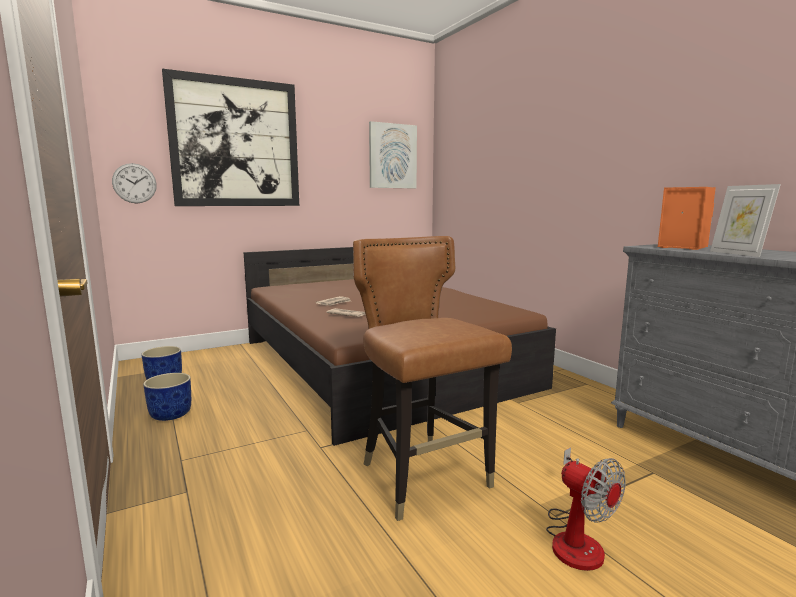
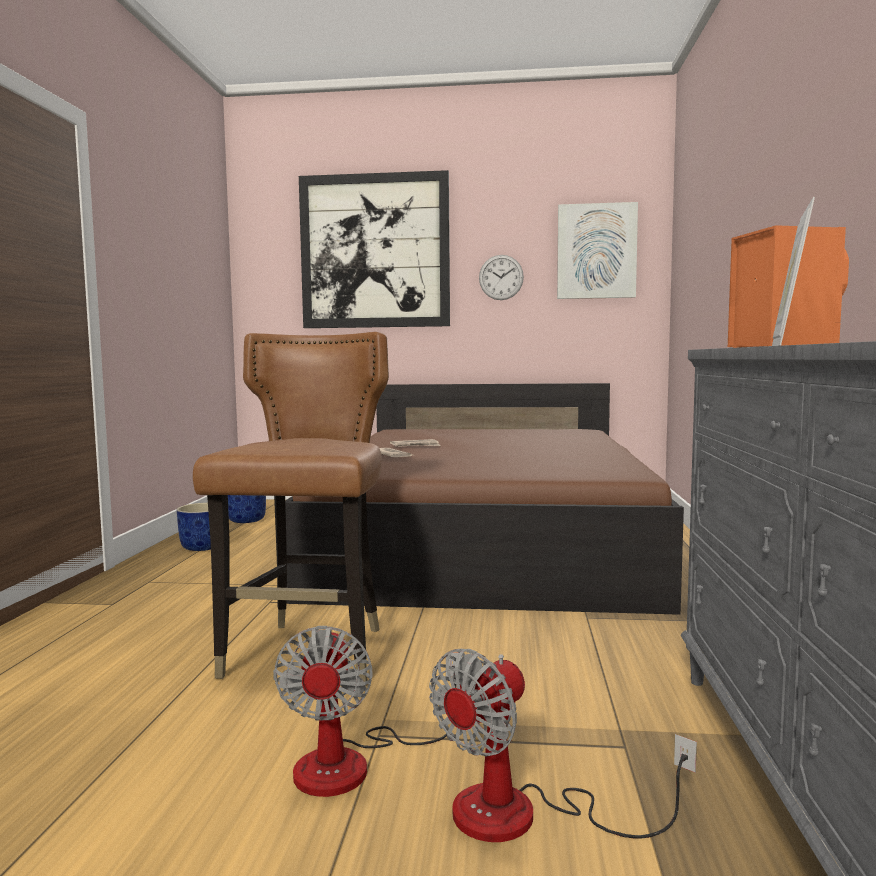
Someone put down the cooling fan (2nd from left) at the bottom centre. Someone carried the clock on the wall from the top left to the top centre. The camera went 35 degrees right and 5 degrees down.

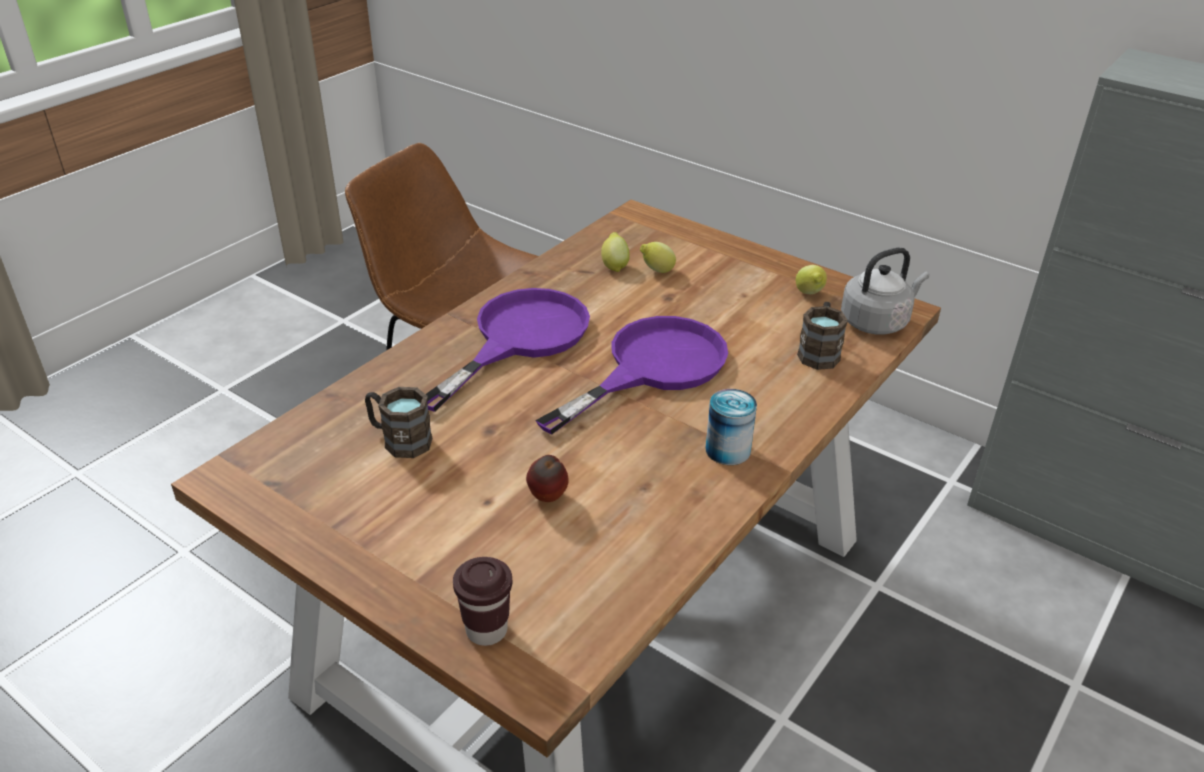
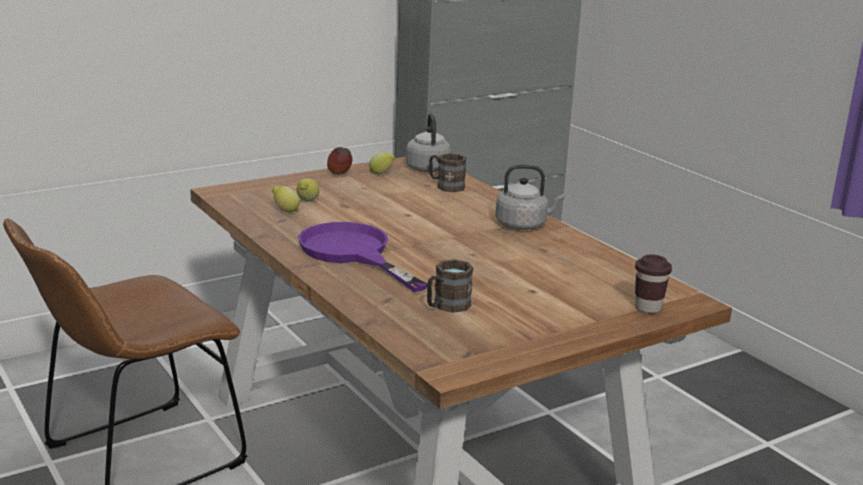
Someone carried the whole apple from the centre to the top centre. Someone swapped the metal can at the centre for the tea kettle (gray) (2nd from left) at the centre. Someone took away the skillet (purple-coloured) (2nd from left) at the centre. The camera went 70 degrees left and 15 degrees down.

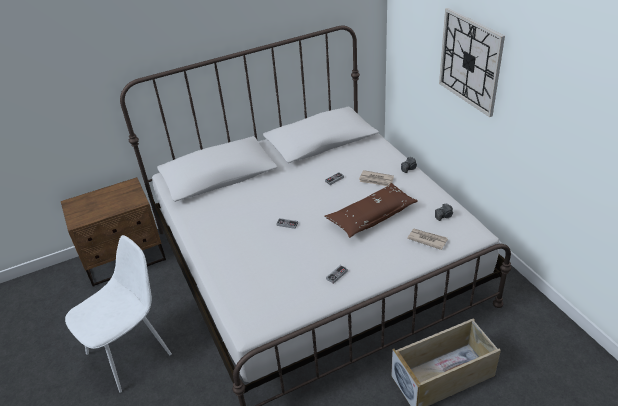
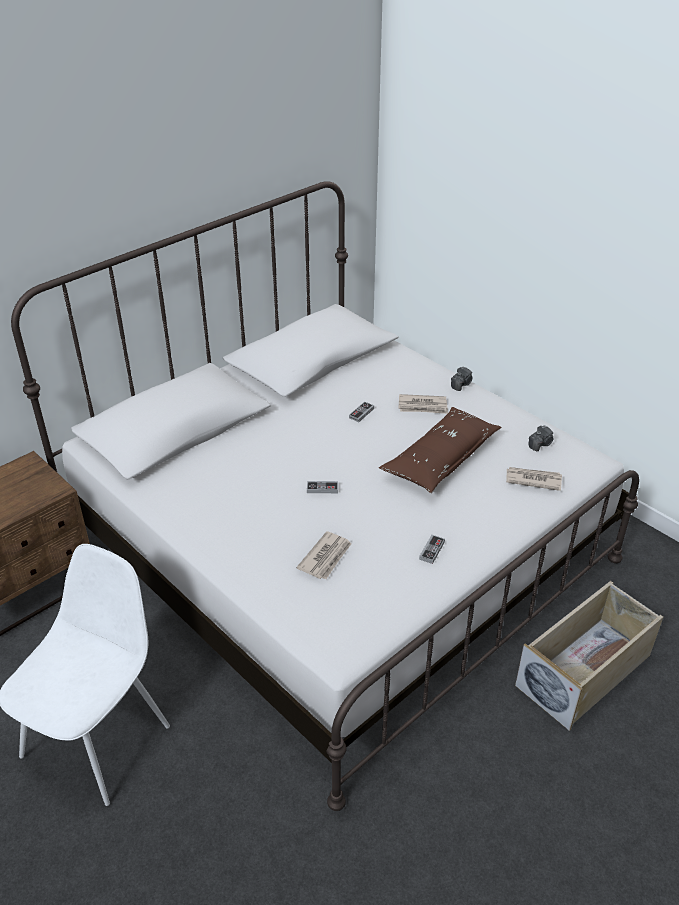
Someone put down the printed paper (1st from left) at the centre. Someone took away the clock on the wall at the top right. The camera went 20 degrees left and 0 degrees up.

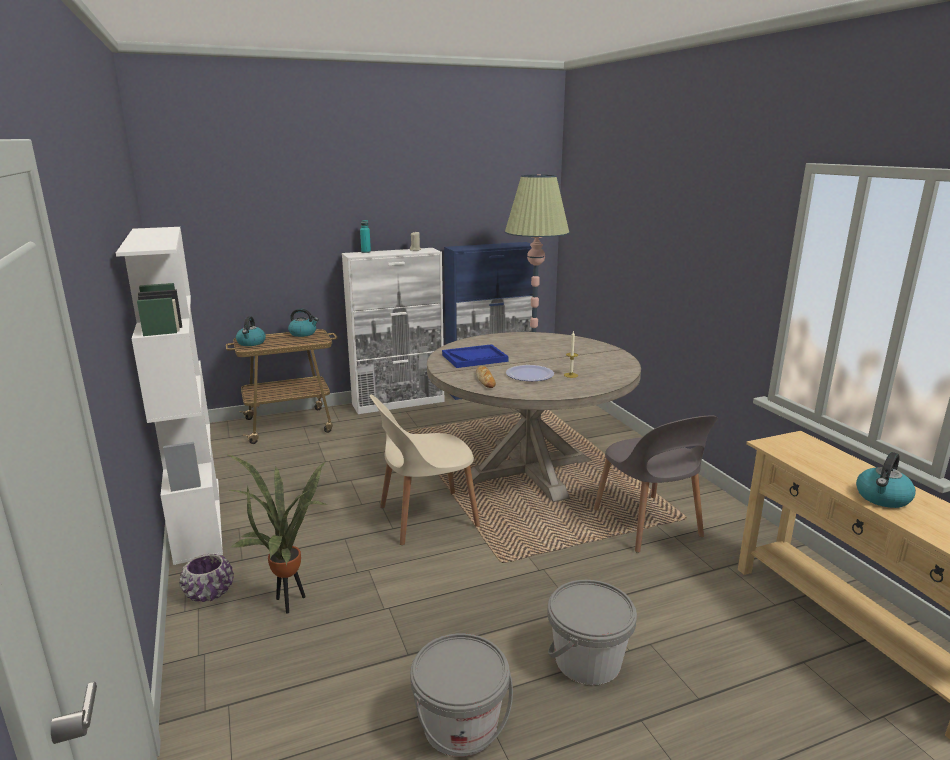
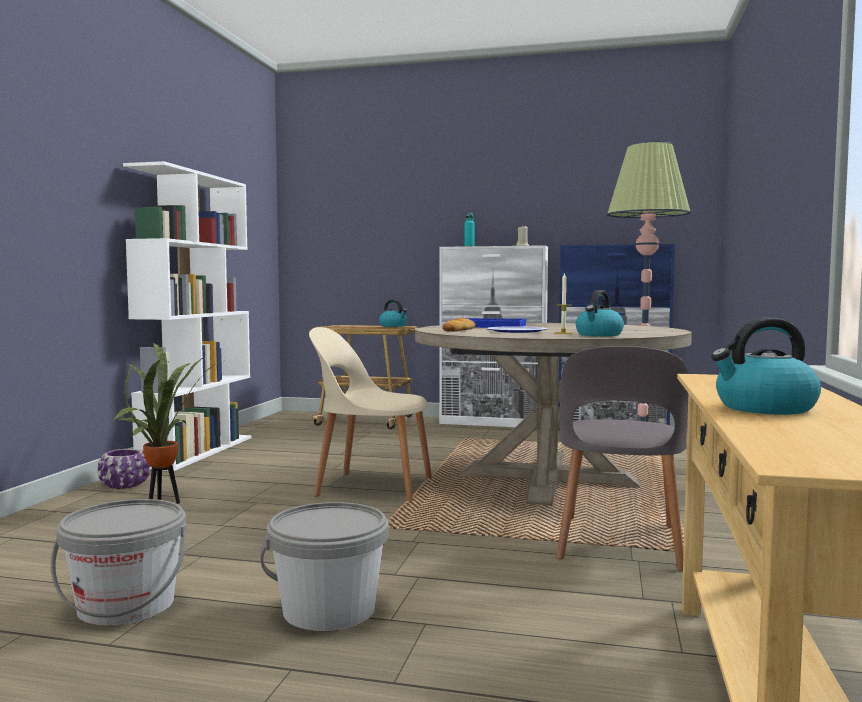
Someone carried the tea kettle (1st from left in the first image) from the middle left to the middle right. The camera went 35 degrees right and 15 degrees down.

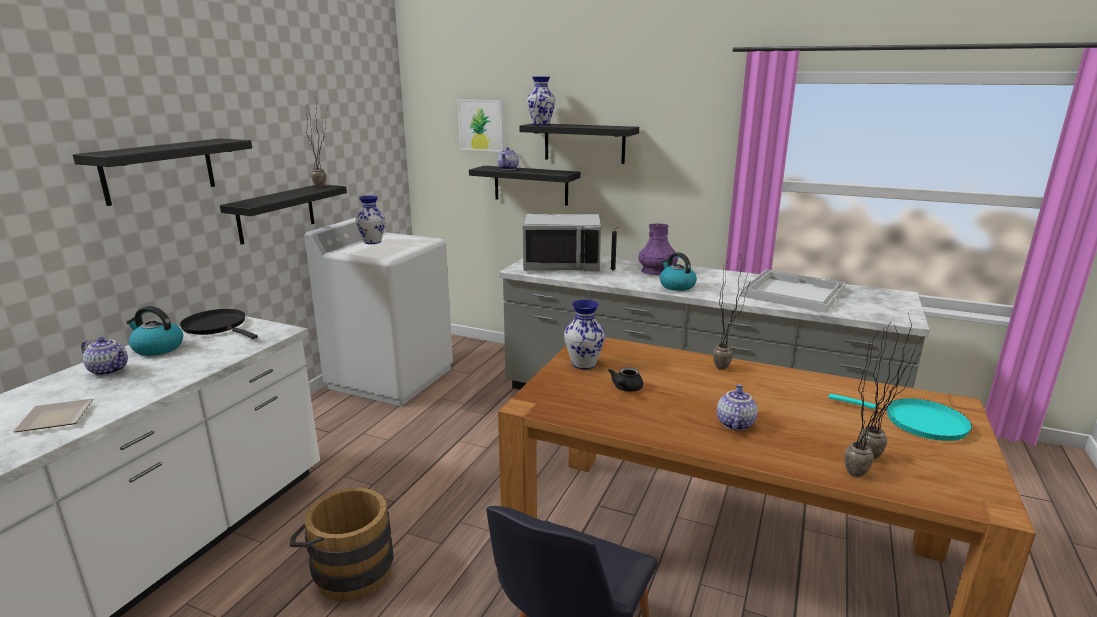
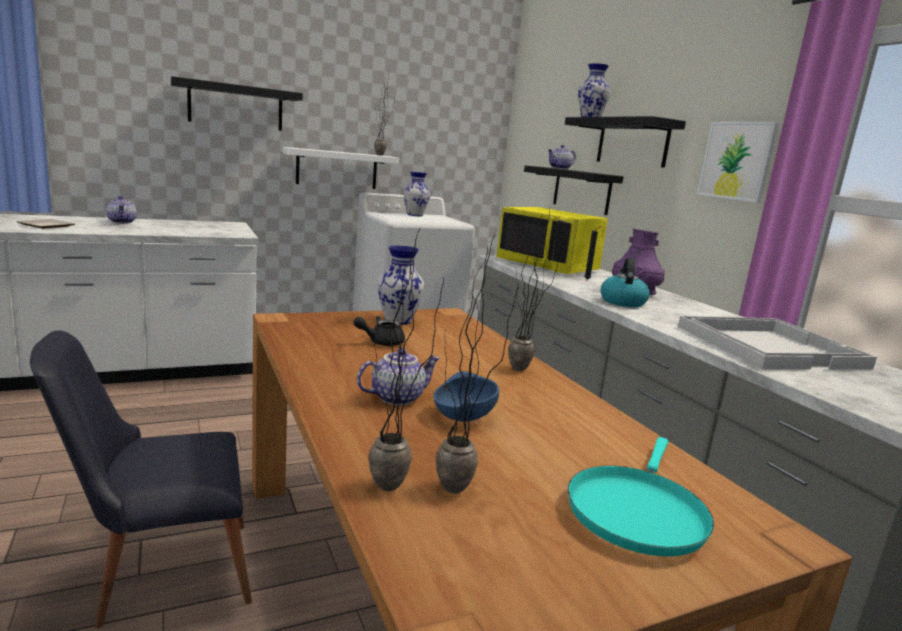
Someone repainted the shelf (blackish) (2nd from left) at the middle left, which became the shelf (white-coloured) at the top centre. Someone put down the bowl (blue) at the centre. Someone repainted the microwave (gray) at the centre, which became the microwave (yellow-coloured) at the centre. Someone rotated the skillet (blue-green) at the bottom right by 45 degrees clockwise. Someone carried the picture from the top centre to the top right. Someone took away the tea kettle (1st from left) at the middle left. Someone took away the skillet (blackish) at the middle left. Someone took away the bucket (brown-coloured) at the bottom left. The camera went 40 degrees right and 5 degrees down.

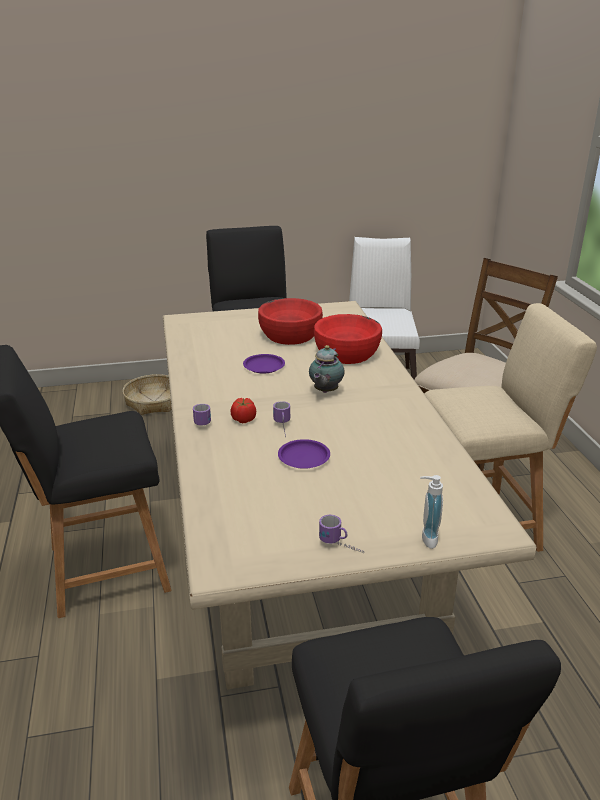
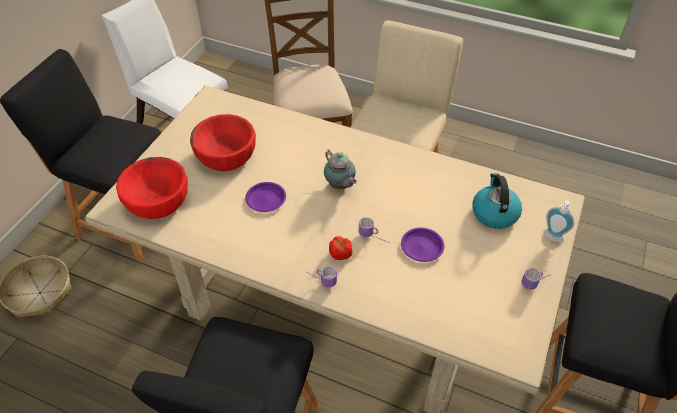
Someone carried the bowl (reddish) (2nd from left in the first image) from the centre to the middle left. Someone put down the tea kettle at the middle right. The camera went 55 degrees left and 20 degrees up.

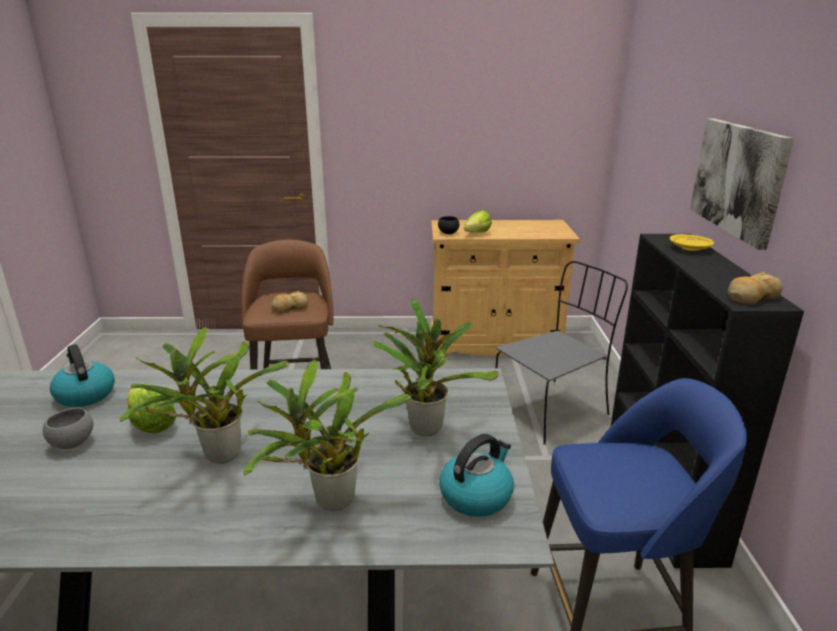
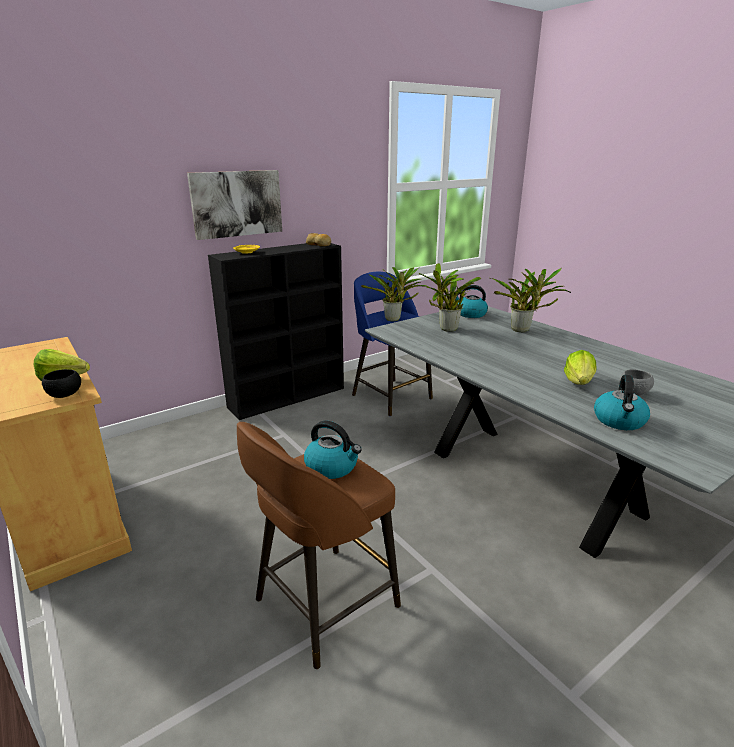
Someone swapped the bakery bread (1st from left) at the centre for the tea kettle (1st from left) at the centre. Someone carried the plant in a pot (1st from left) from the middle left to the centre. Someone took away the chair (gray) at the middle right. The camera went 125 degrees left and 0 degrees up.

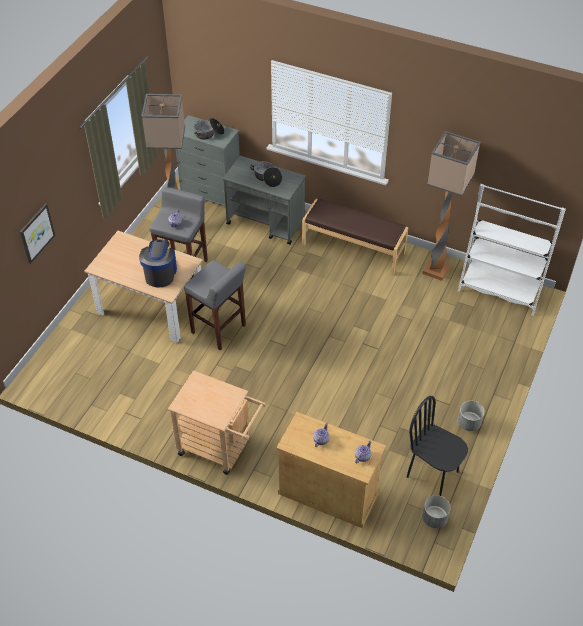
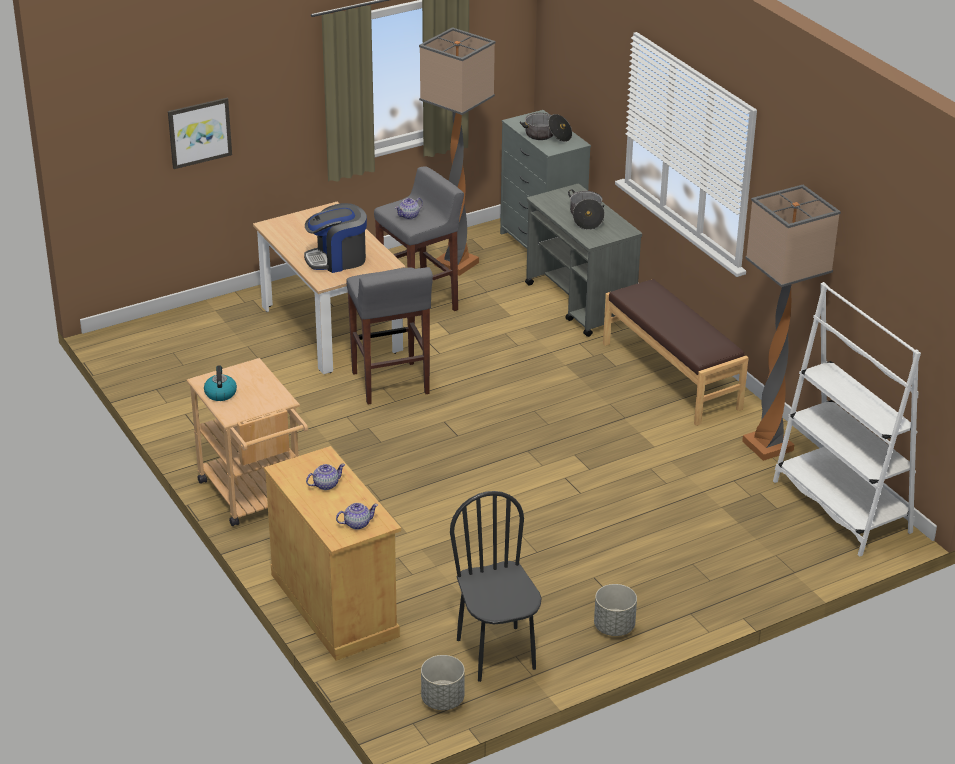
Someone put down the tea kettle at the middle left. Someone rotated the coffee maker at the middle left by 150 degrees counterclockwise. The camera went 35 degrees right and 15 degrees down.

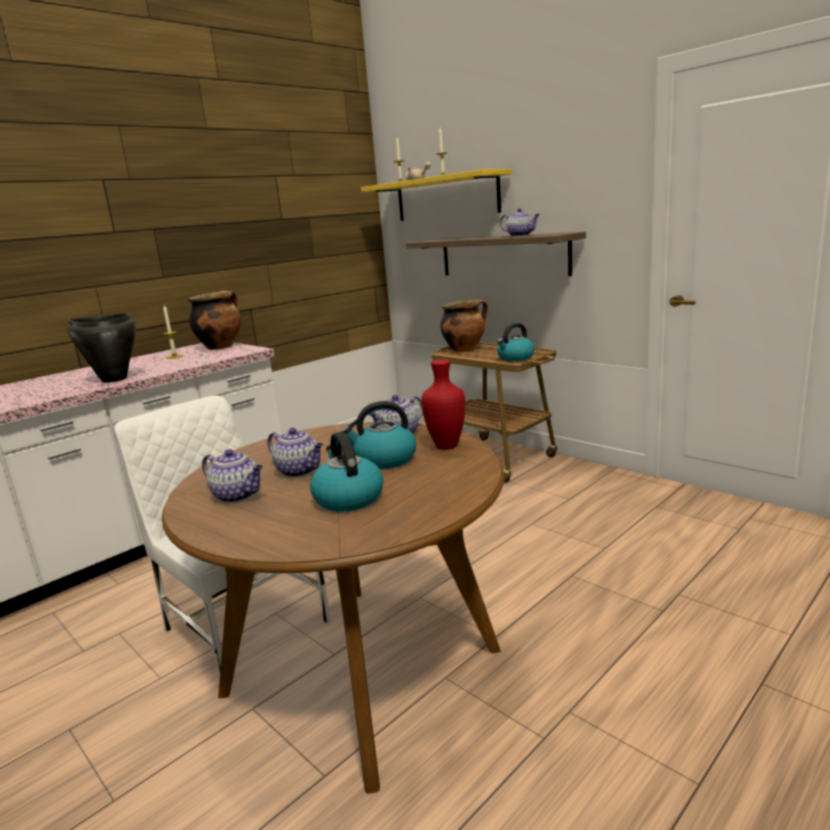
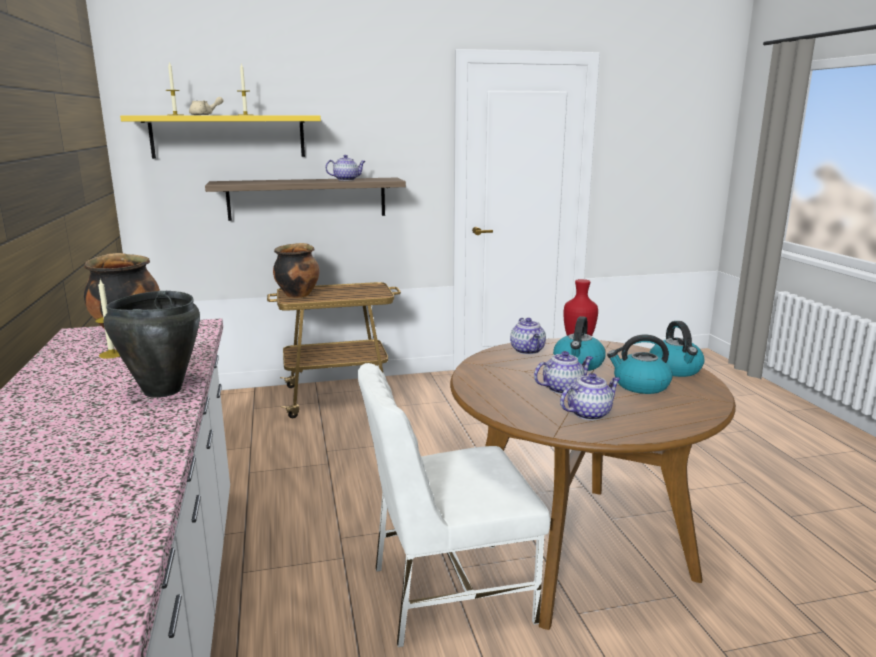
Someone carried the tea kettle (3rd from left) from the centre to the middle right. The camera went 60 degrees left and 0 degrees up.

